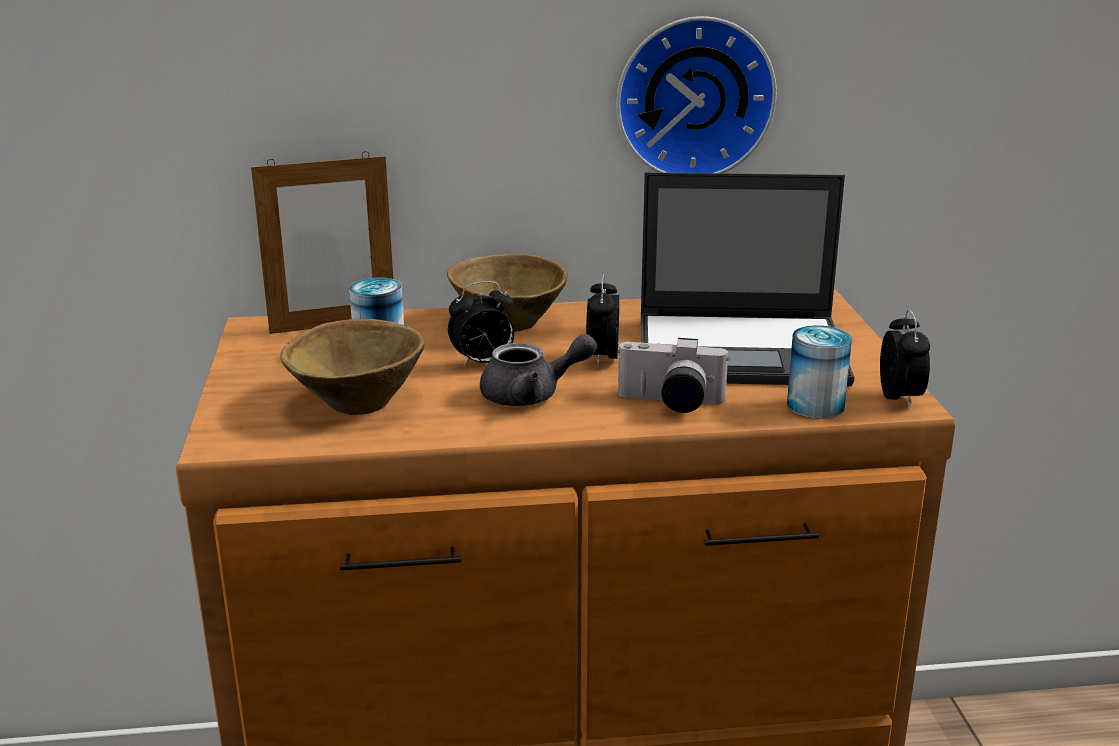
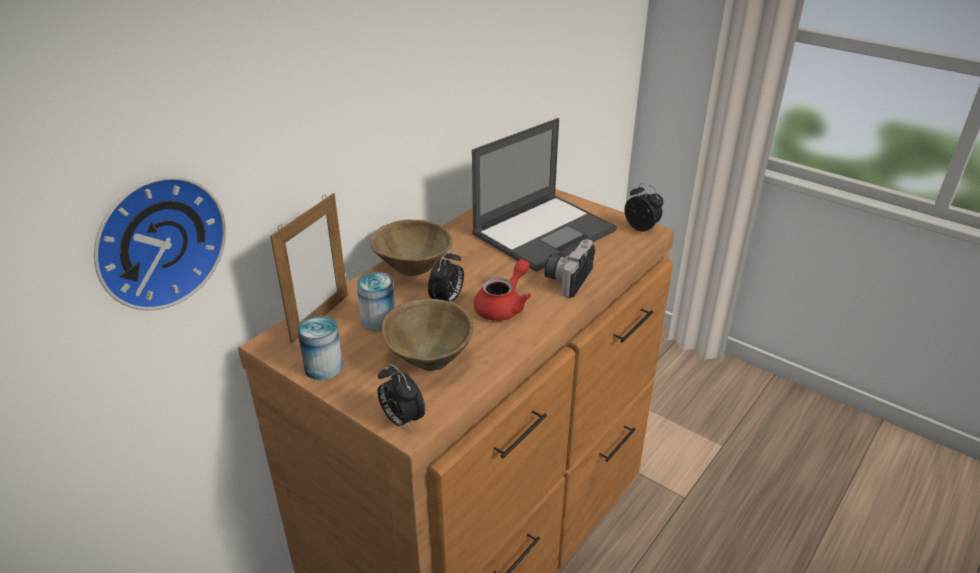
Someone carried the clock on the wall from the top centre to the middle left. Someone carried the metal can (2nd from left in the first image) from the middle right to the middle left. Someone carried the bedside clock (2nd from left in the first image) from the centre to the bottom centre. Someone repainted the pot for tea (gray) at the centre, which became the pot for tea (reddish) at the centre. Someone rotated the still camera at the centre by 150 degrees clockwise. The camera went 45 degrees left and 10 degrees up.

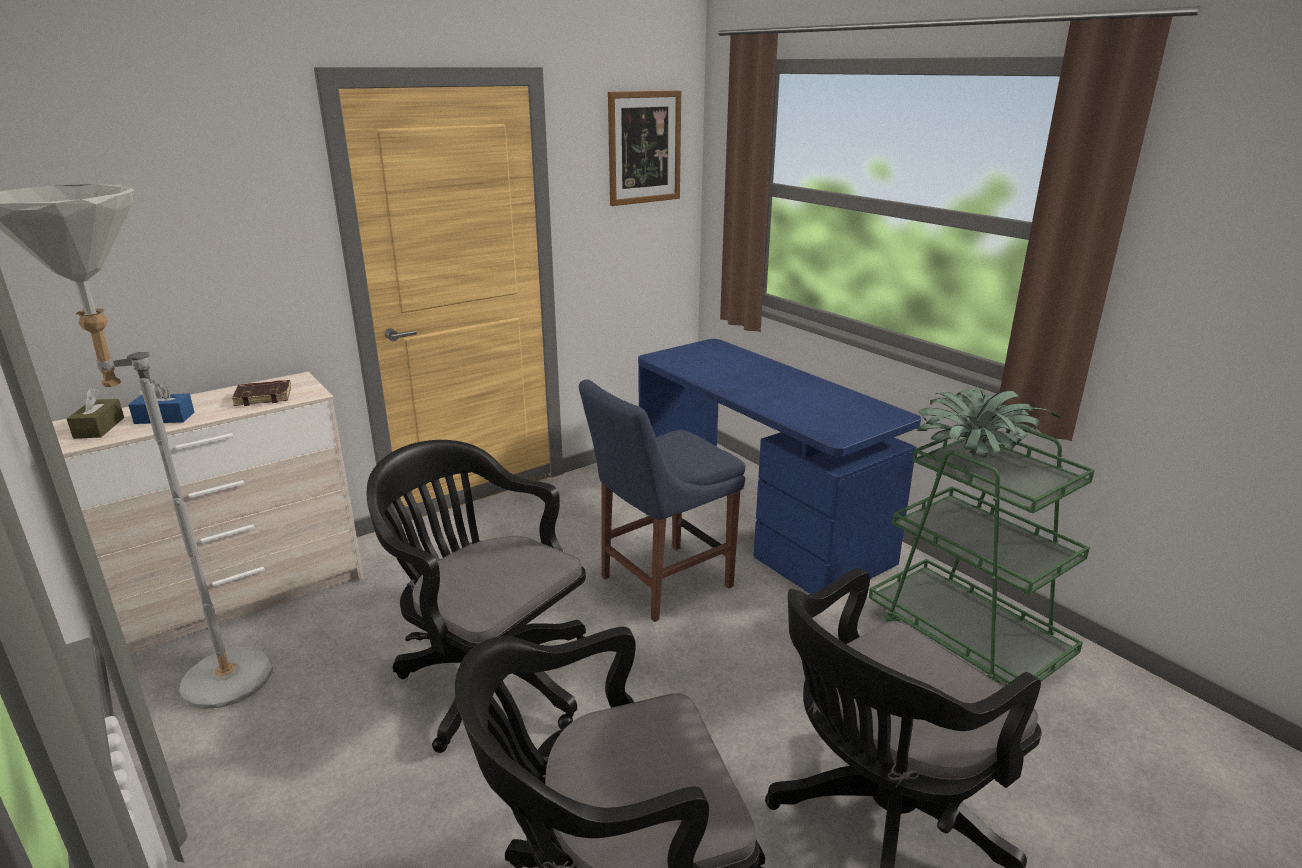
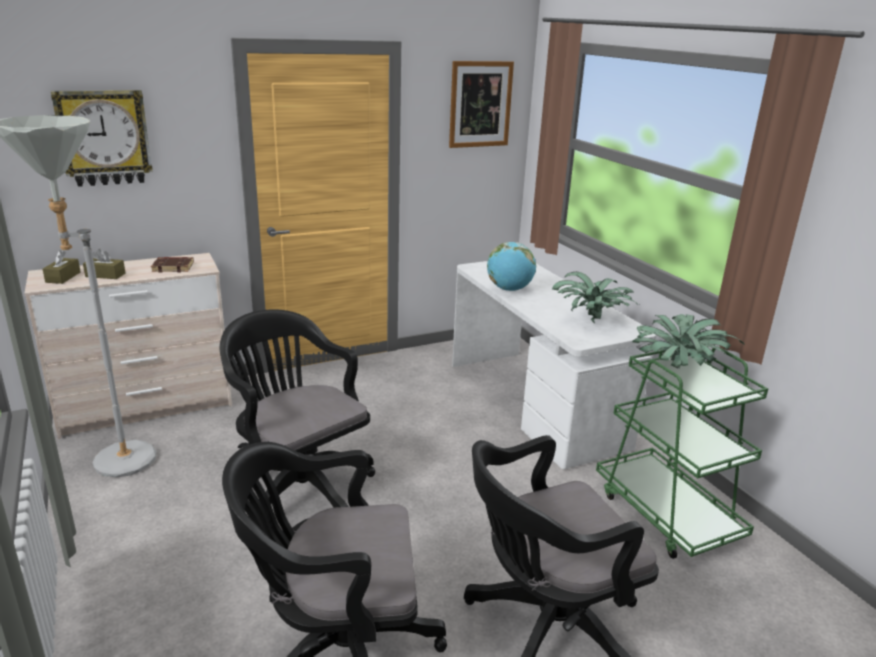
Someone put up the clock on the wall at the top left. Someone repainted the tissue holder (blue) at the middle left, which became the tissue holder (brown-coloured) (2nd from left) at the middle left. Someone repainted the desk table (blue) at the centre, which became the desk table (white-coloured) at the centre. Someone put down the globe at the centre. Someone put down the plant in a pot (1st from left) at the middle right. Someone took away the chair (blue) at the centre. The camera went 10 degrees right and 0 degrees up.

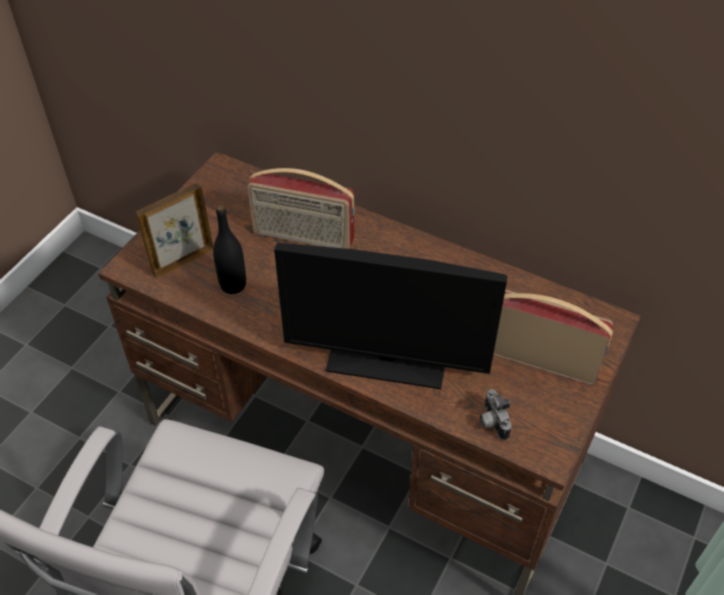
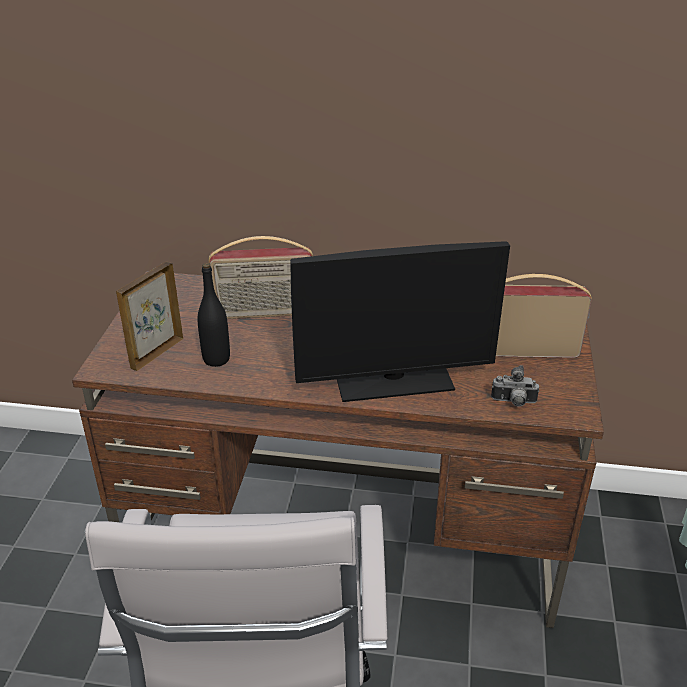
Someone rotated the still camera at the bottom right by 45 degrees counterclockwise. The camera went 20 degrees left and 15 degrees down.

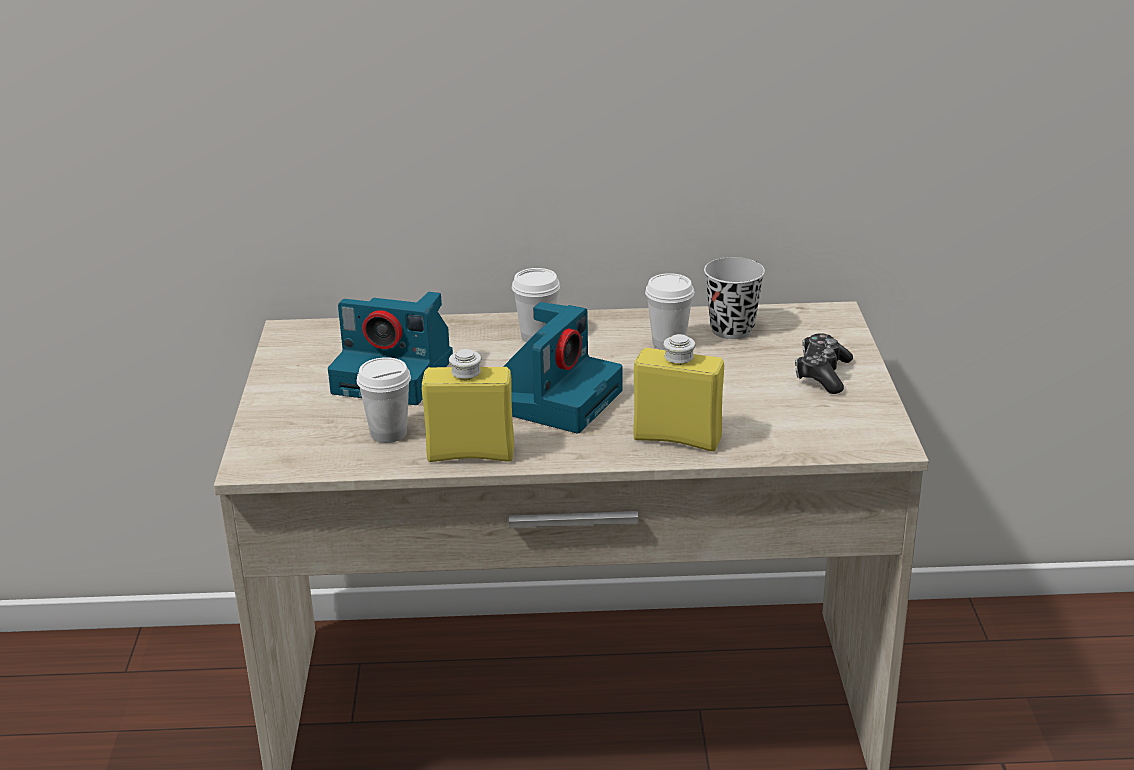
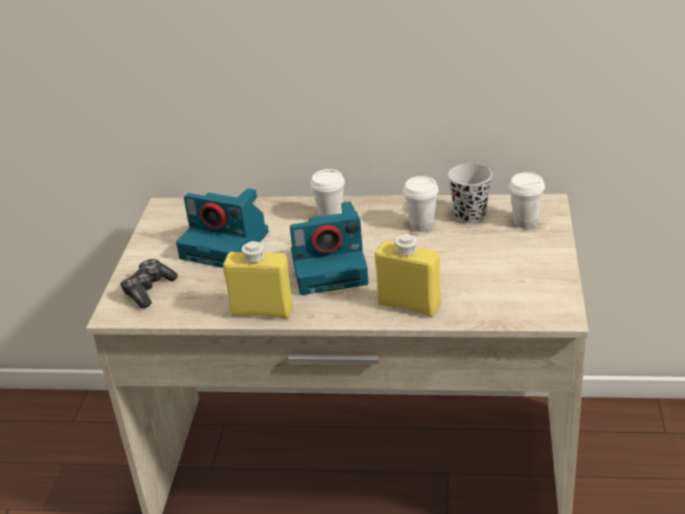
Someone carried the gamepad from the middle right to the middle left. Someone rotated the still camera (2nd from left) at the centre by 45 degrees clockwise. Someone carried the drinking cup (white-coloured) (1st from left in the first image) from the centre to the middle right. The camera went 10 degrees right and 5 degrees up.

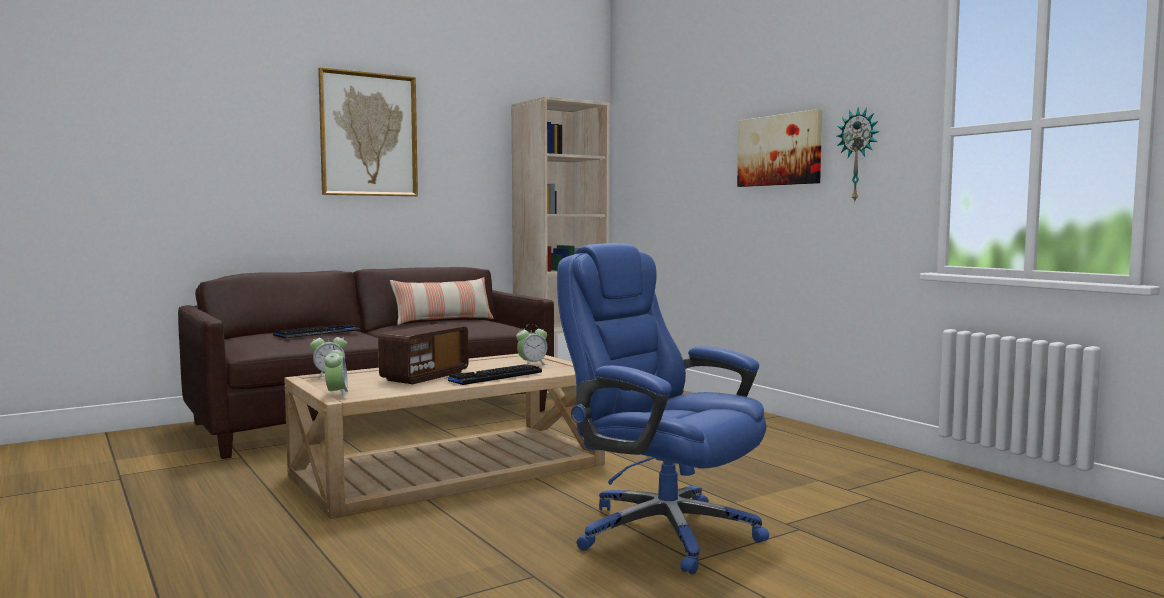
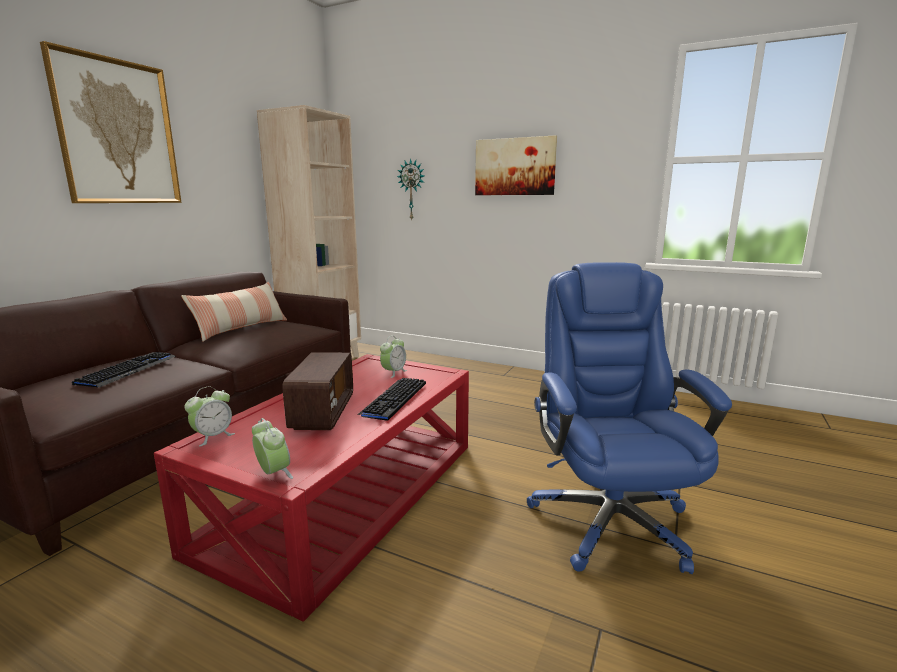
Someone repainted the coffee table (beige) at the bottom centre, which became the coffee table (reddish) at the bottom centre. Someone carried the clock on the wall from the top right to the top centre. Someone rotated the office chair (blue) at the bottom centre by 75 degrees clockwise. The camera went 30 degrees left and 10 degrees up.

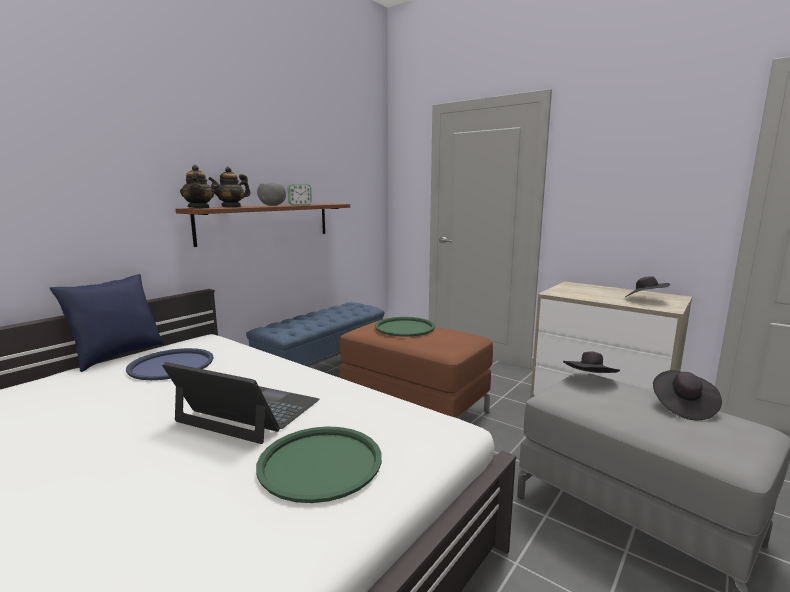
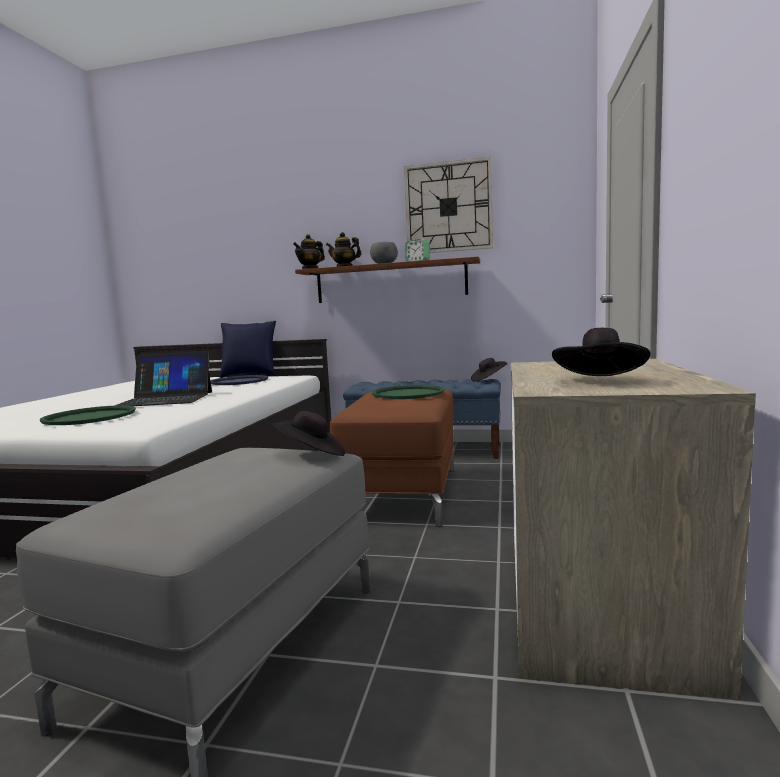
Someone rotated the laptop at the bottom left by 90 degrees clockwise. Someone put up the clock on the wall at the top centre. Someone carried the clothing hat (blackish) (3rd from left in the first image) from the bottom right to the centre. The camera went 65 degrees right and 5 degrees down.

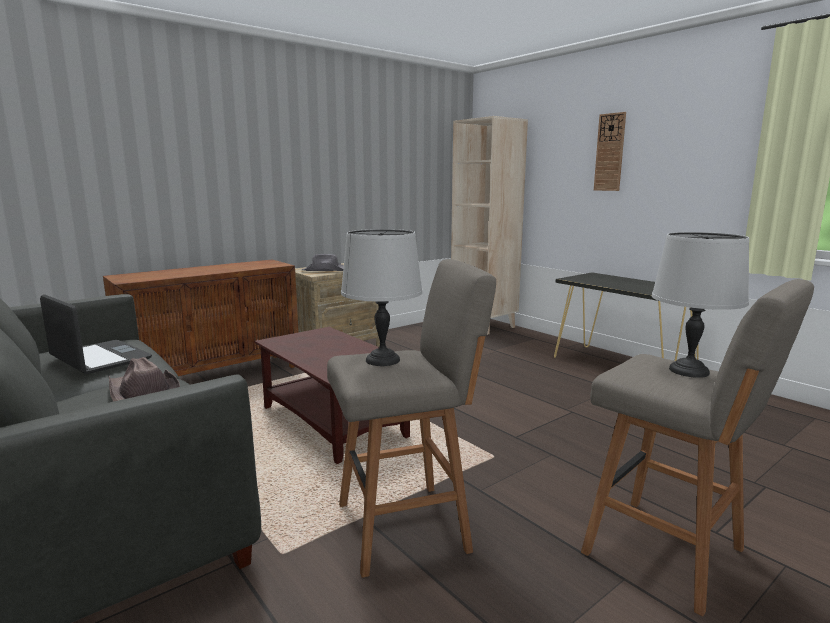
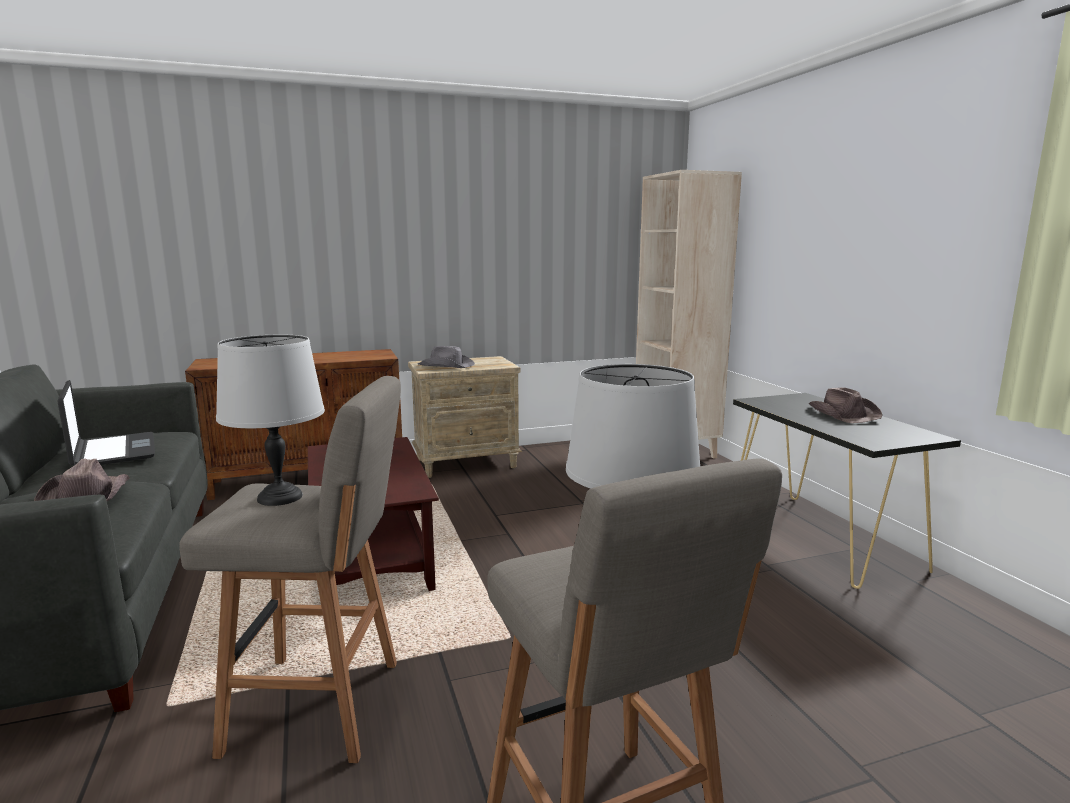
Someone put down the clothing hat (brown-coloured) (2nd from left) at the middle right. Someone took away the clock on the wall at the top right. The camera went 20 degrees right and 0 degrees up.

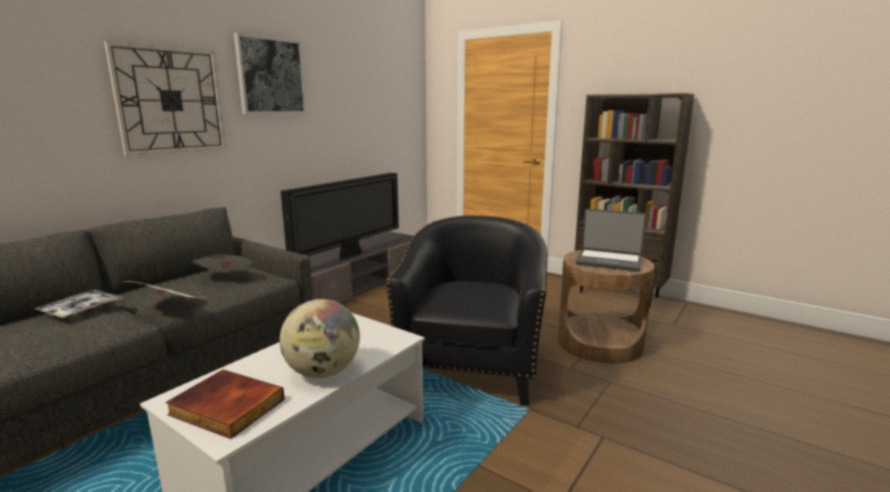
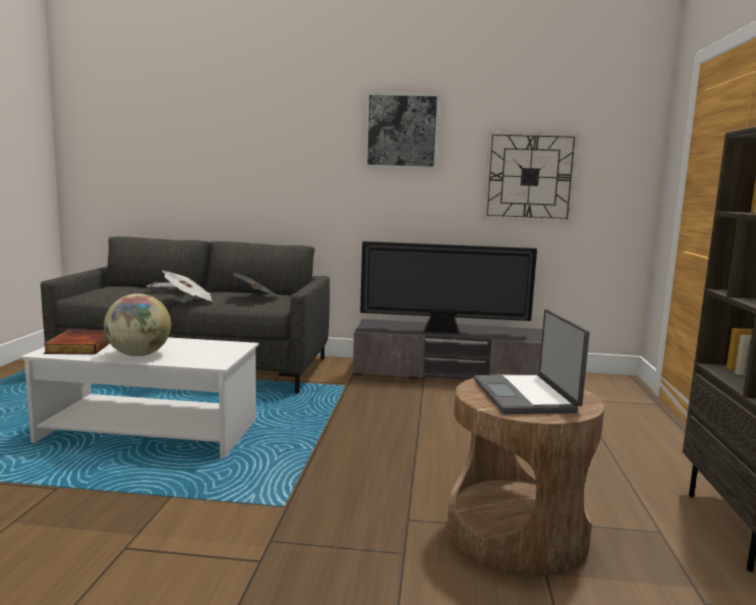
Someone carried the clock on the wall from the top left to the top right. Someone took away the armchair (blackish) at the centre. The camera went 60 degrees right and 5 degrees down.

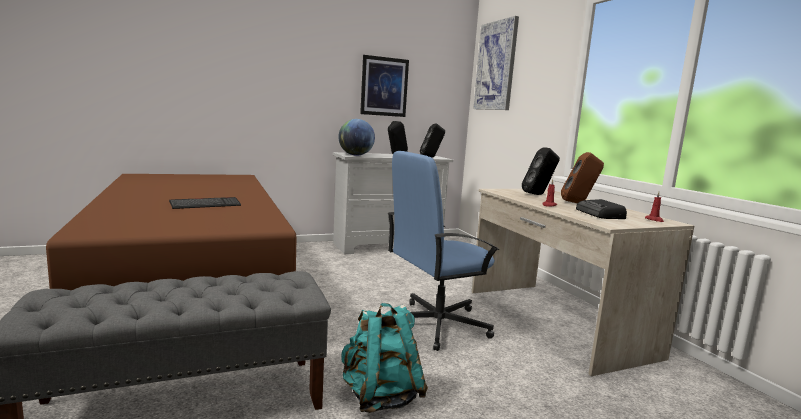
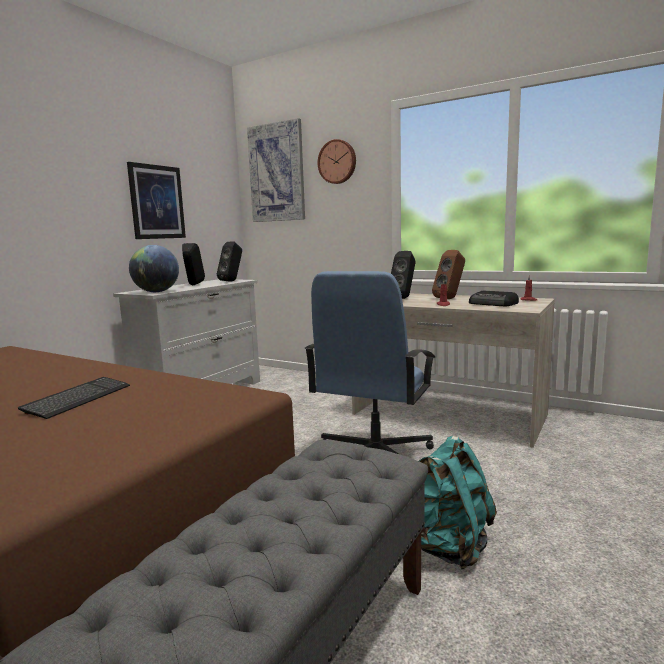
Someone put up the clock on the wall at the top centre. The camera went 35 degrees left and 0 degrees up.

